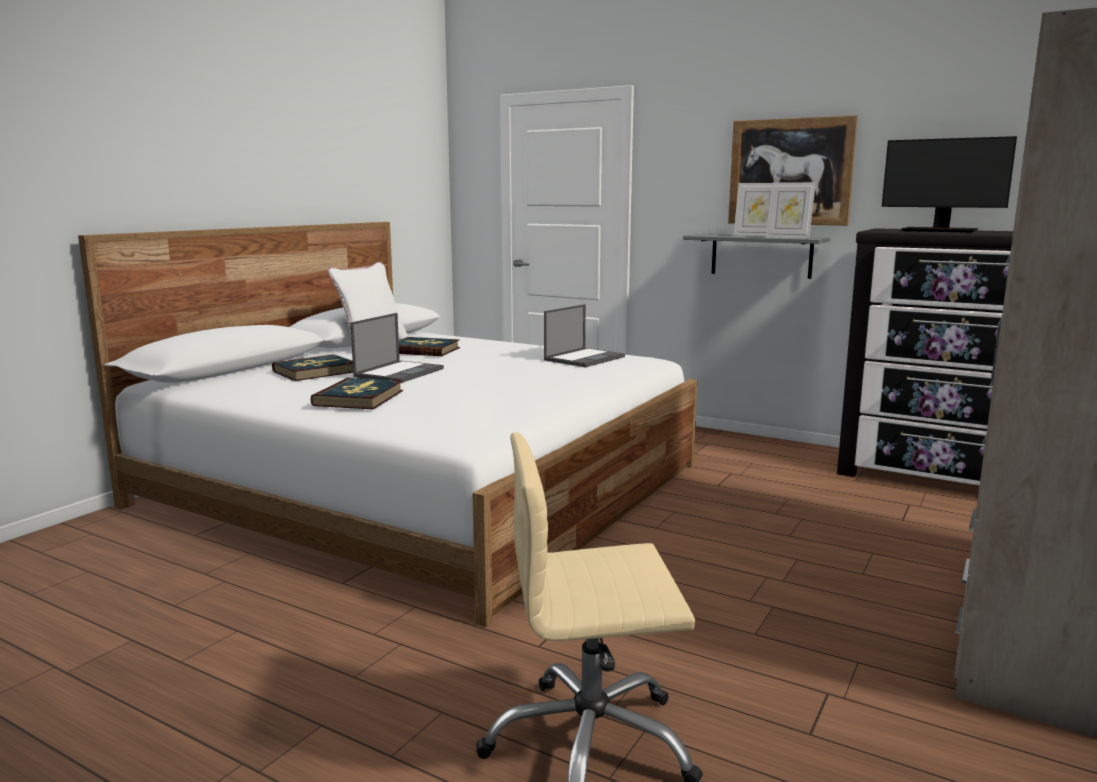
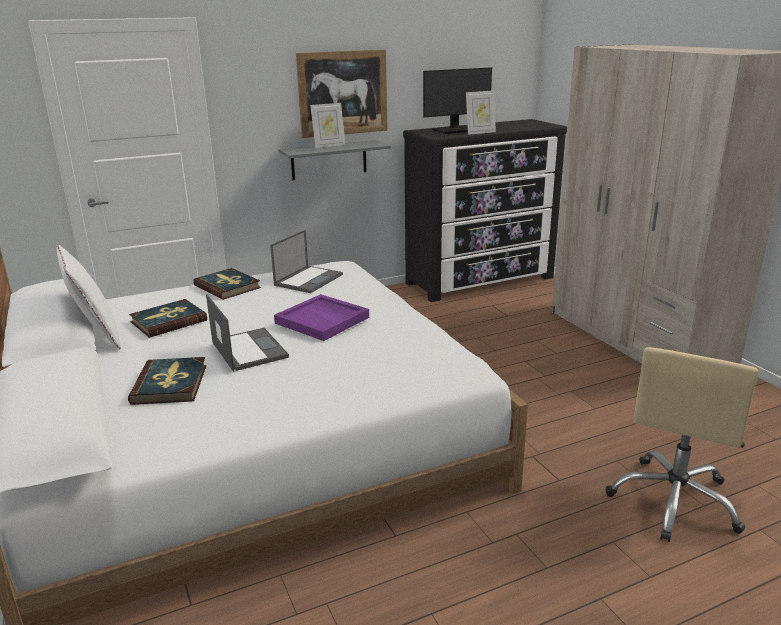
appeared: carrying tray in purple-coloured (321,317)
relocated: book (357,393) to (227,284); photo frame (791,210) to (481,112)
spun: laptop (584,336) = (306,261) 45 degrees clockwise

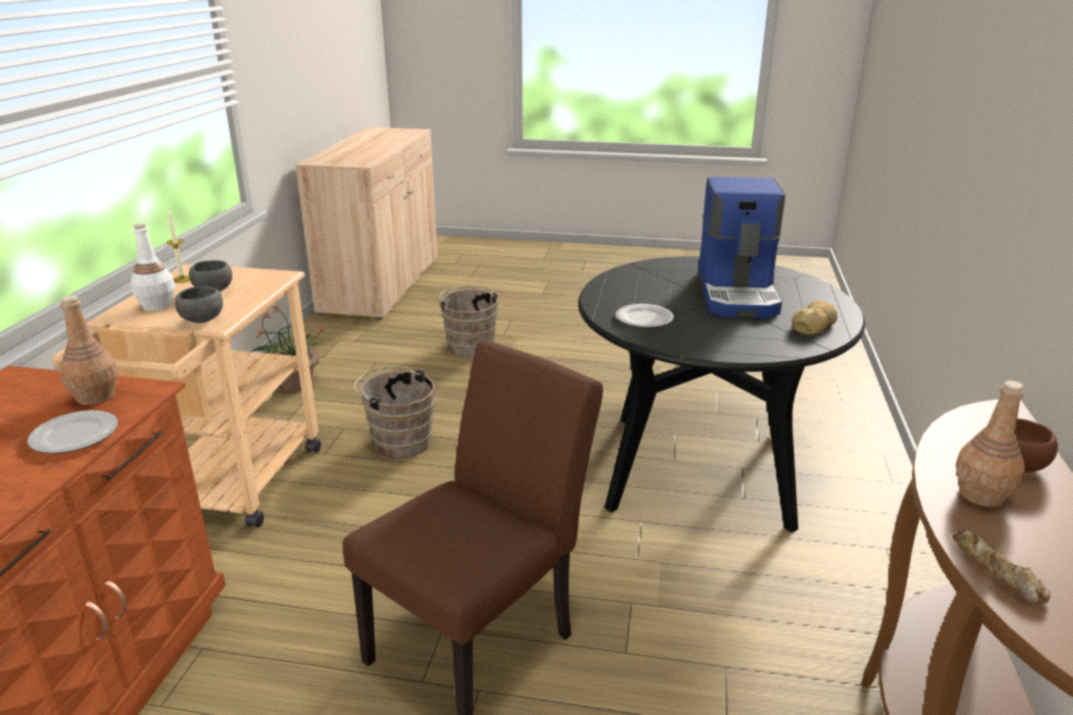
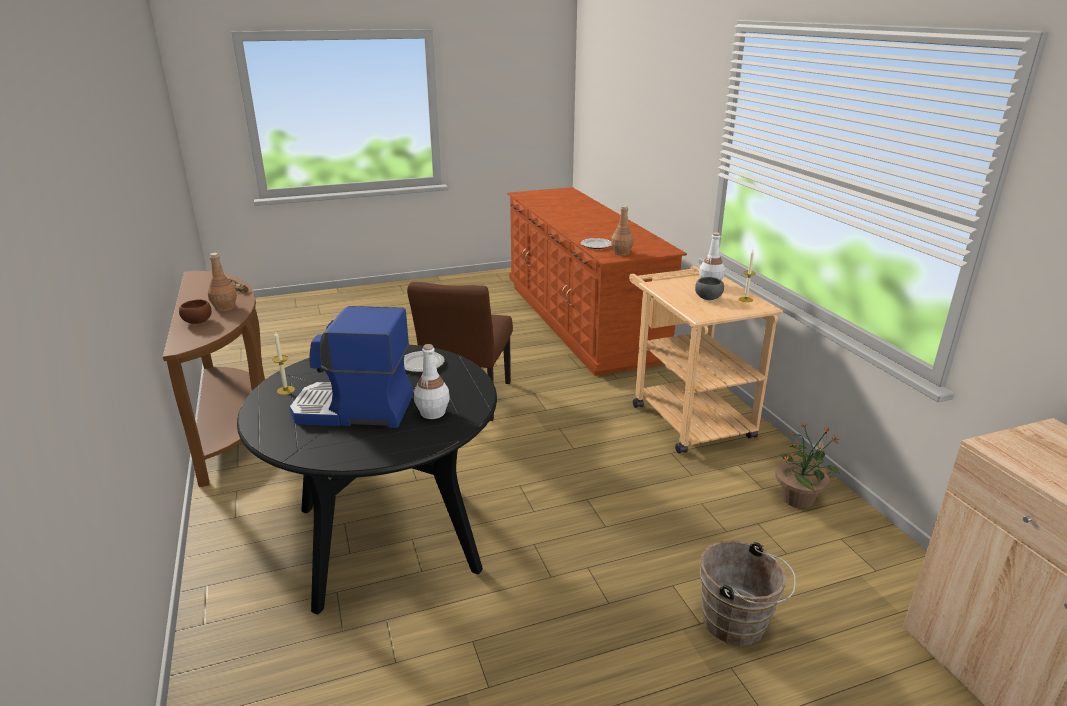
missing: bowl in gray (199,304); pail in brown (394,413)
appeared: beverage bottle in white (432,381)
exchanged: bakery bread (814,318) to wax light (283,363)
spun: coffee maker (741,247) = (351,367) 60 degrees counterclockwise

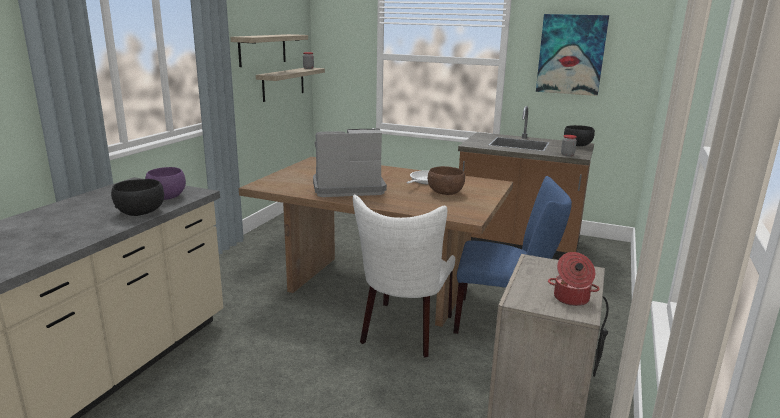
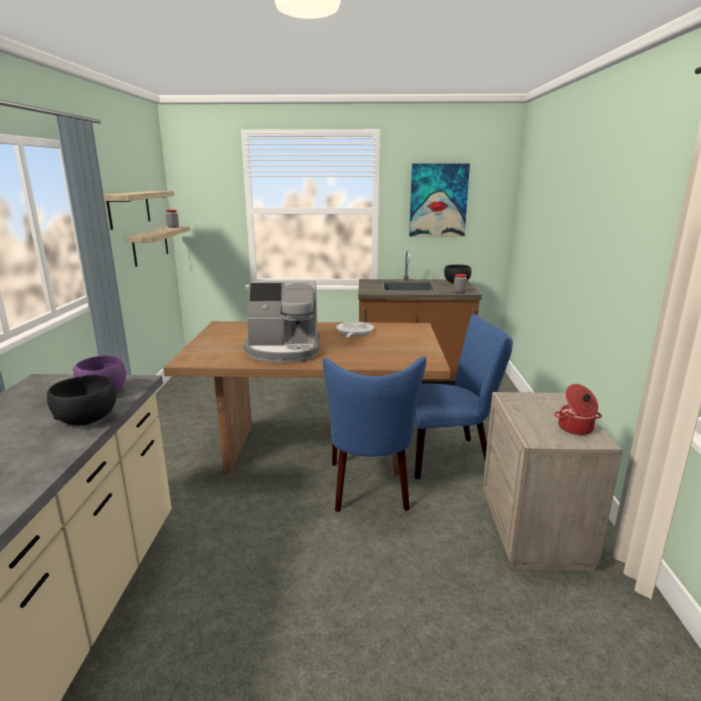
missing: bowl in brown (446,180)
colour: plain chair in white (404,276) to plain chair in bluish (374,434)
spun: coffee maker (350,163) = (282,321) 150 degrees counterclockwise

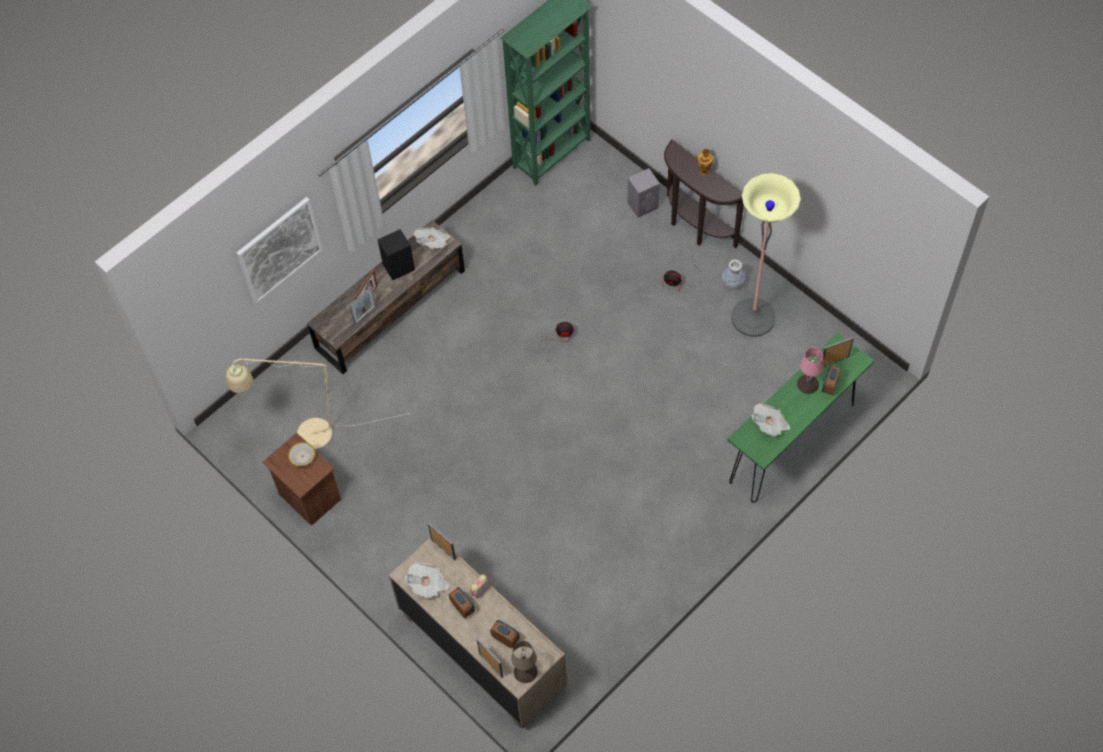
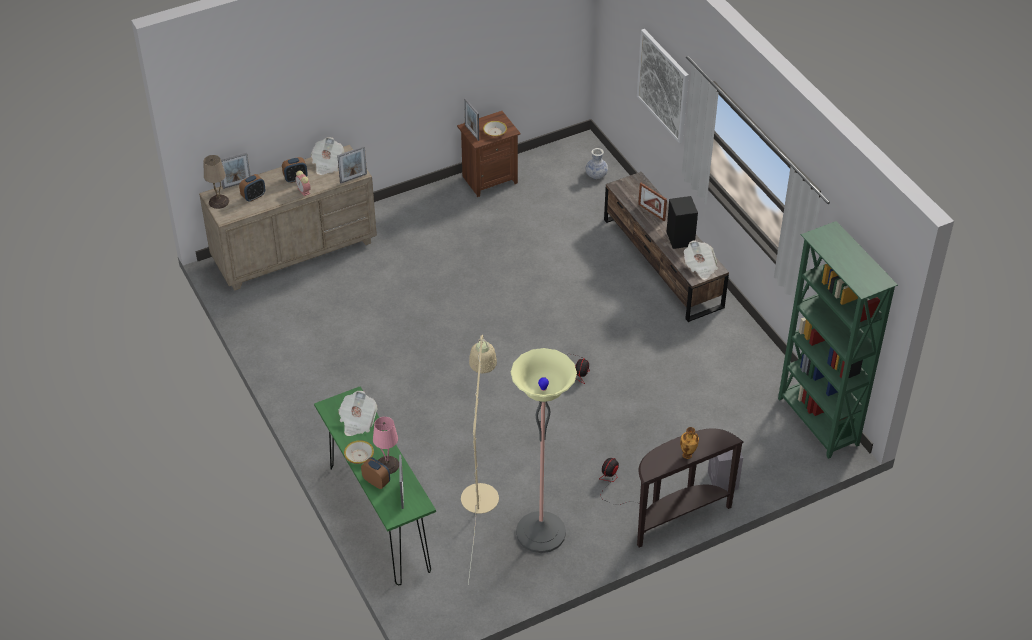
appeared: bowl (359,452)
relocated: standing lamp in beige-coloured (318,403) to (480,460); photo frame (362,305) to (471,119); vase (734,275) to (596,163)

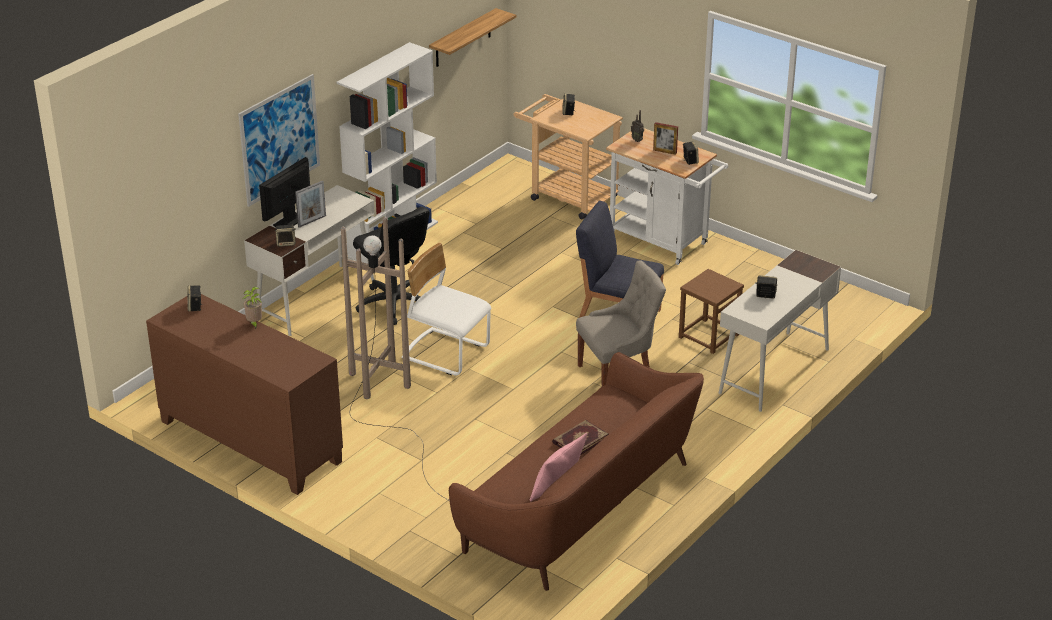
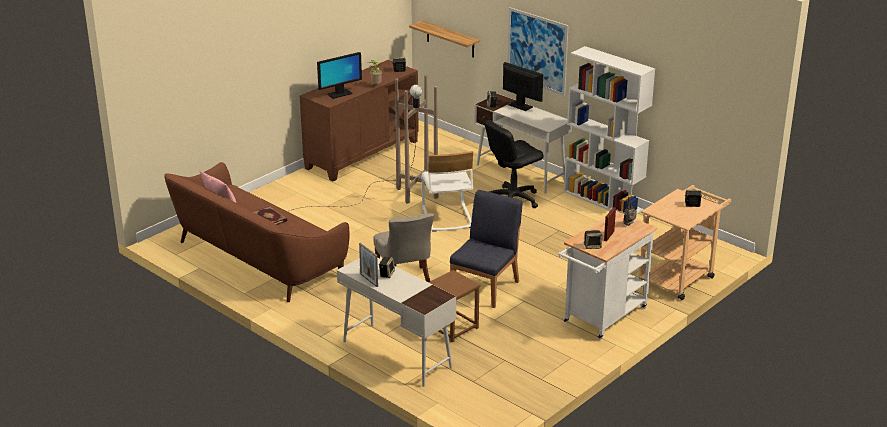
appeared: monitor (339,75)
relocated: photo frame (310,204) to (368,265); wall shelf (472,37) to (444,39)
spun: plain chair in white (446,309) = (447,191) 135 degrees clockwise

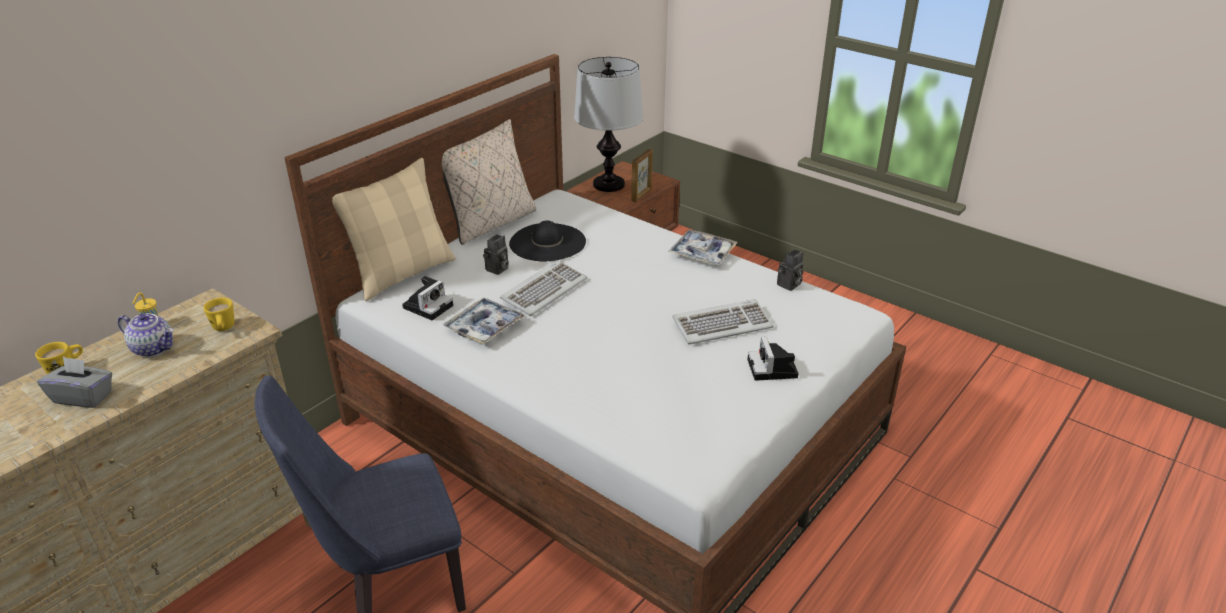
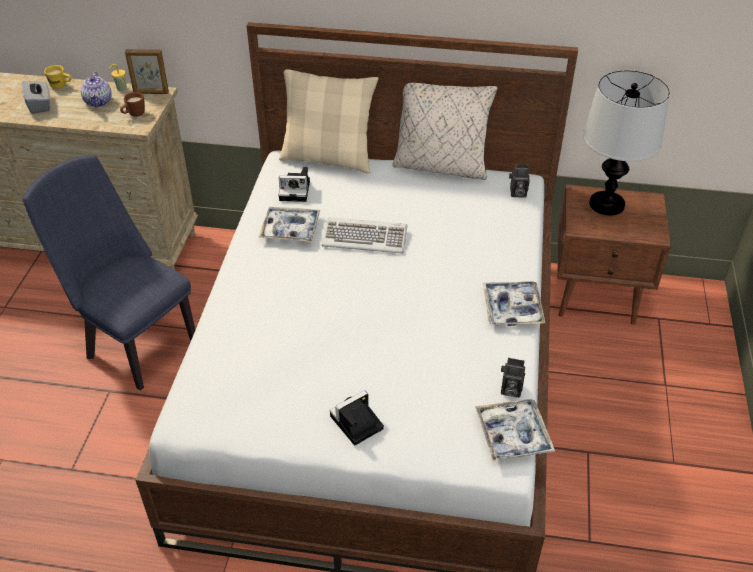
missing: hat in black-coloured (547,241); computer keyboard (723,321)
appeared: carrying tray (515,430)
relocated: photo frame (642,175) to (147,71); still camera (496,254) to (519,181)
colour: tea mug in yellowish (219,314) to tea mug in brown (132,104)

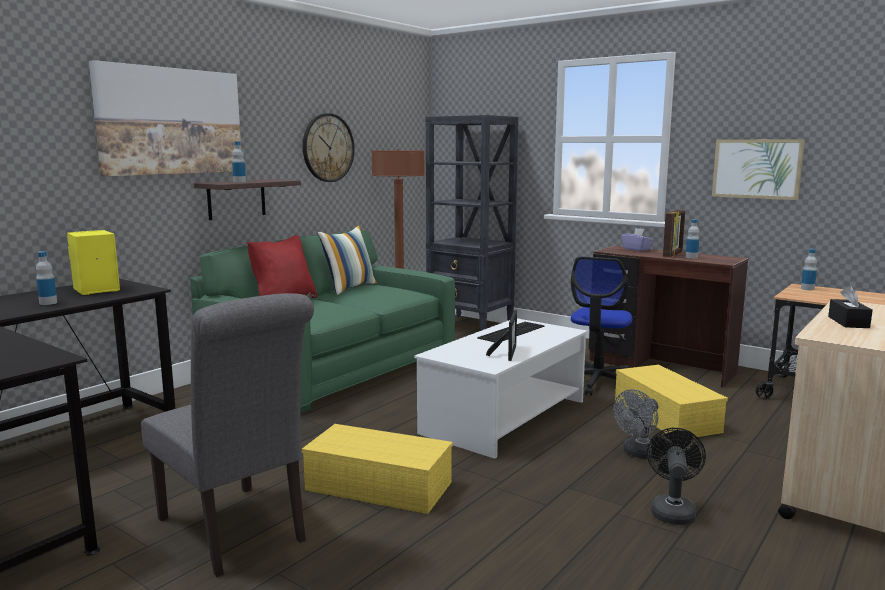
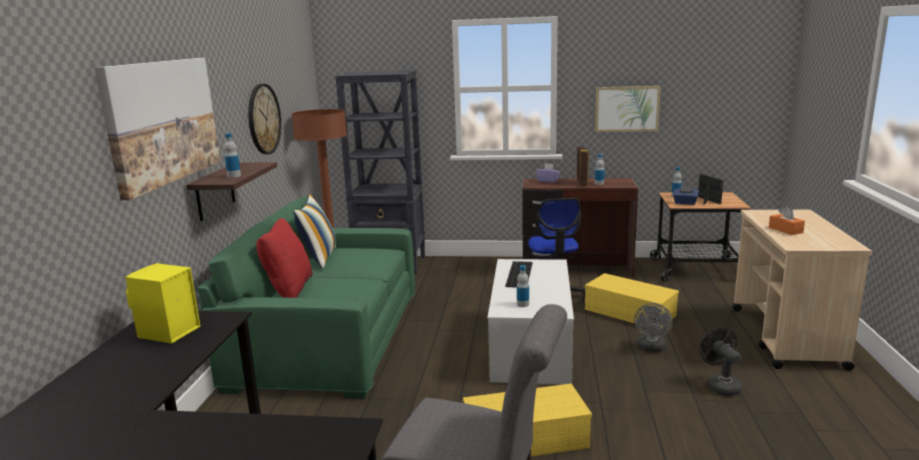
appeared: tissue box in bluish (686,195)
relocated: beverage bottle (46,278) to (523,286); photo frame (501,335) to (710,189)
colour: tissue box in black-coloured (850,307) to tissue box in orangey (787,220)

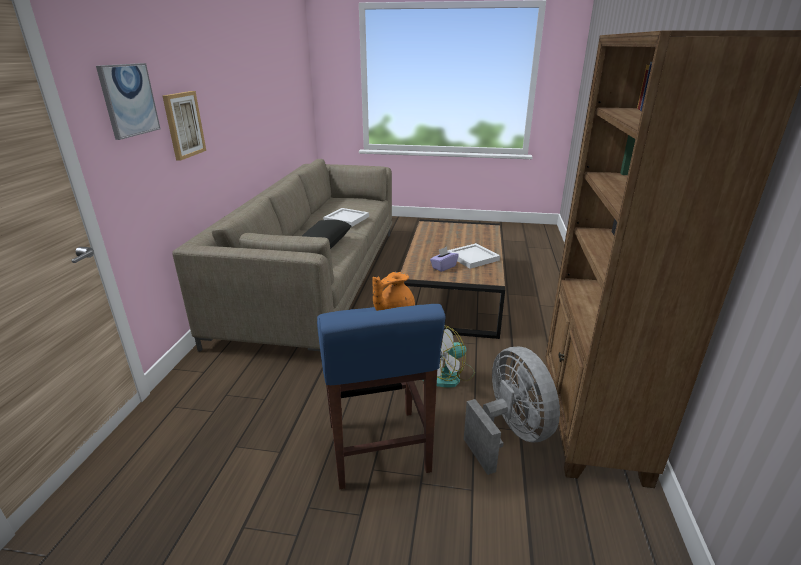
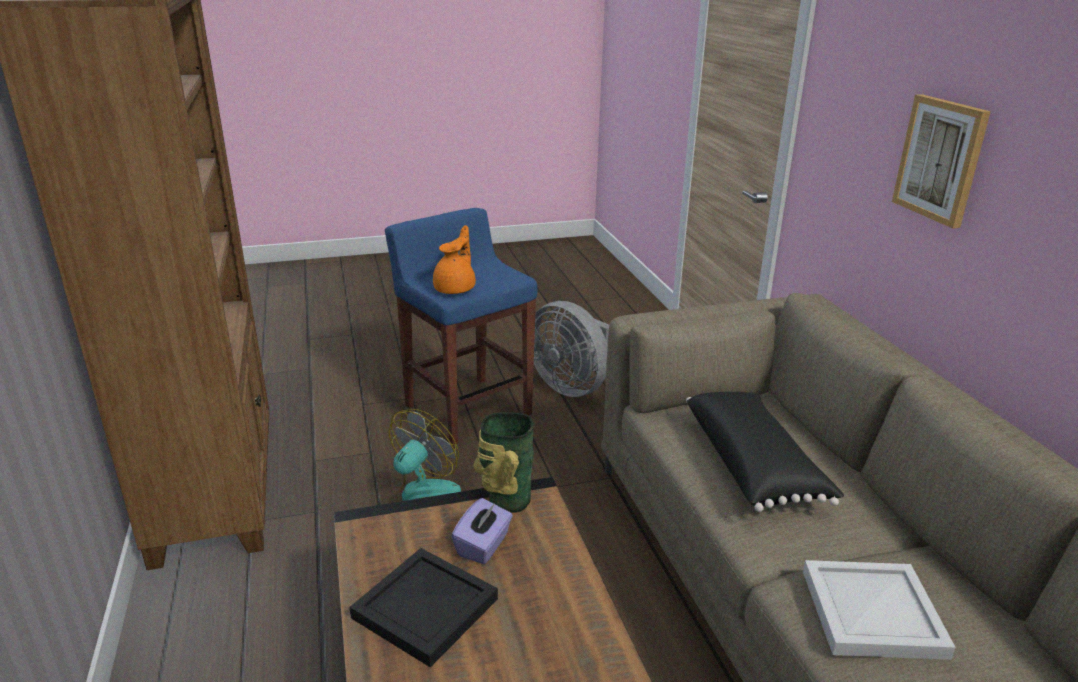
missing: wall art (128,101)
appeared: vase (503,462)
relocated: cooling fan in gray (512,411) to (571,349)
colour: carrying tray in white (473,256) to carrying tray in black-coloured (424,607)

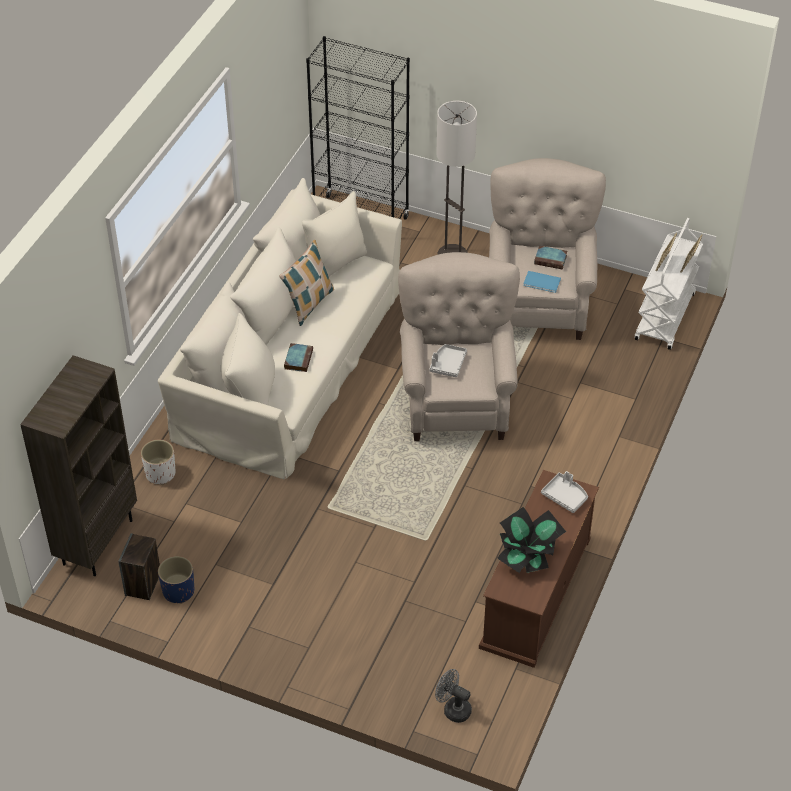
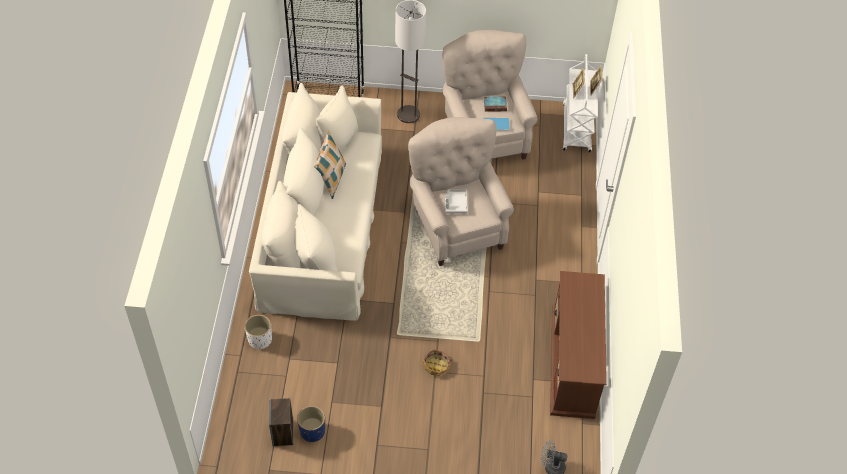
missing: shelving unit in brown (78,465); book (298,357); plant in a pot (531,540); carrying tray in gray (564,492)
appeared: basket (437,363)

